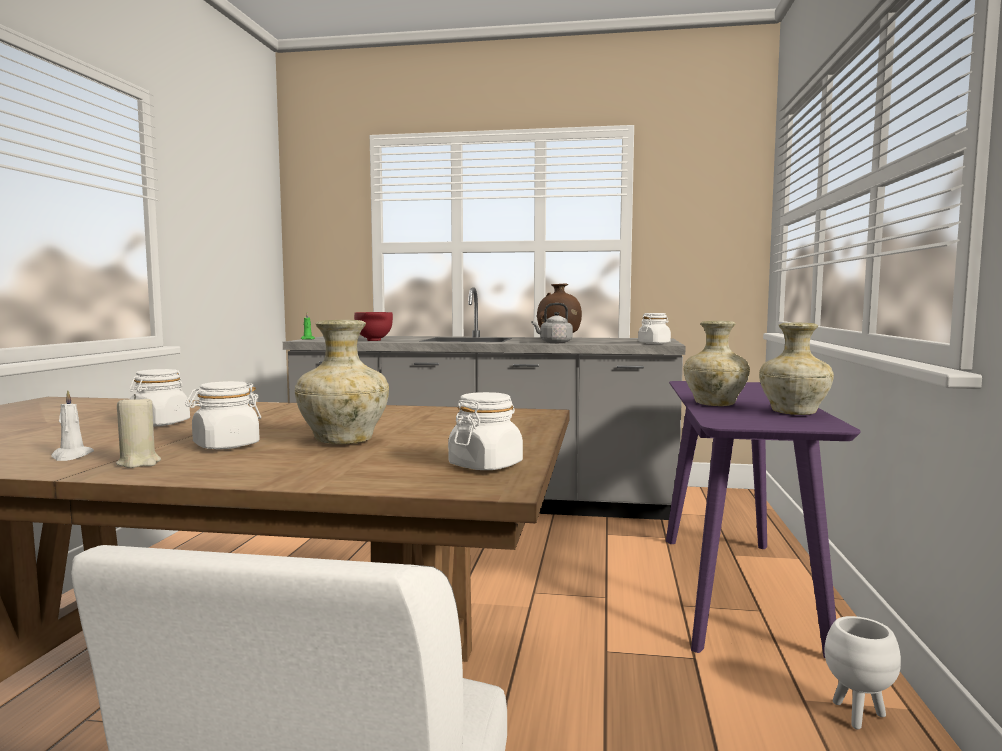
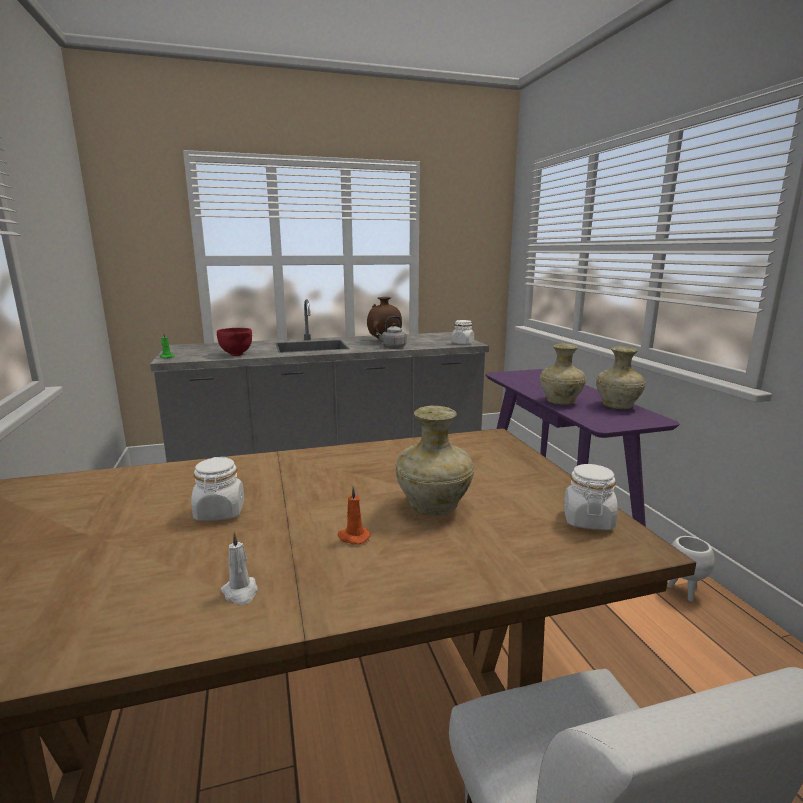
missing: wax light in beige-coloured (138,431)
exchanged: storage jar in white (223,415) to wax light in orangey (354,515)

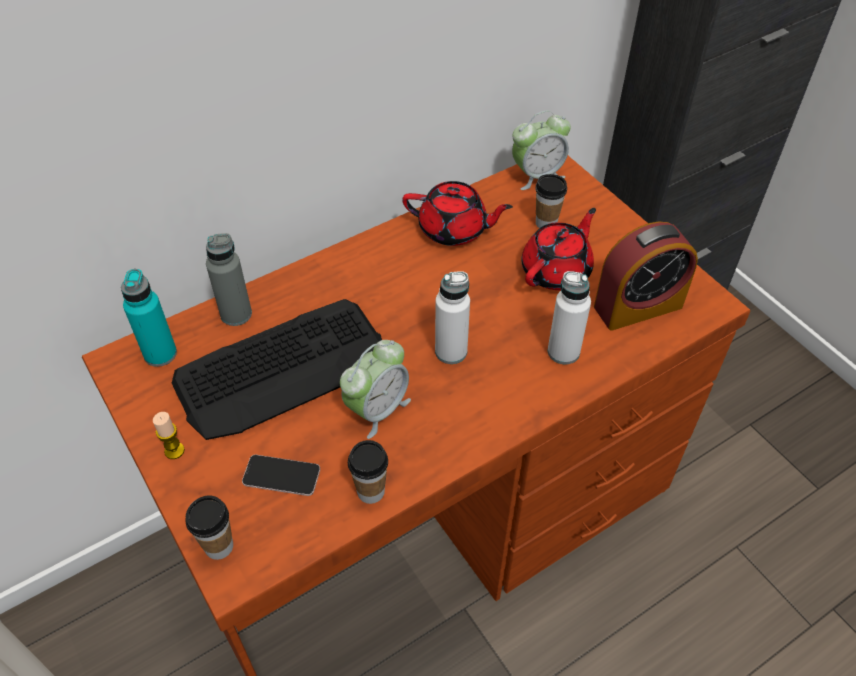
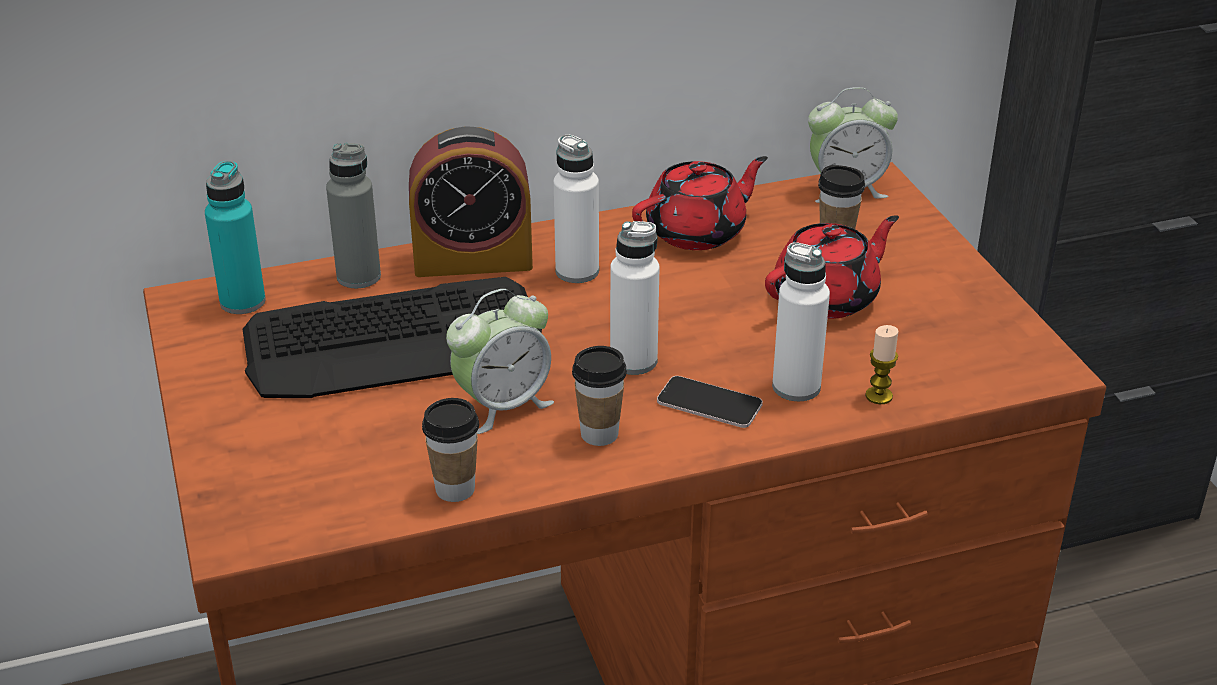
appeared: beverage bottle in white (576,208)
relocated: alarm clock (646,276) to (471,201); drinking cup (209,528) to (599,396); phone (281,475) to (710,402); wax light (169,435) to (881,364)
spun: teapot in red-coloured (457,213) = (700,203) 60 degrees counterclockwise

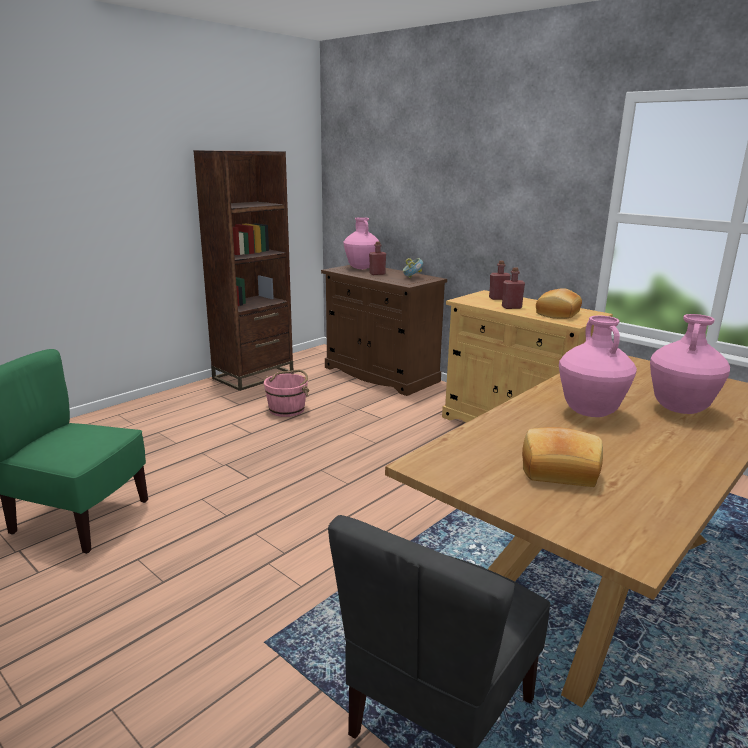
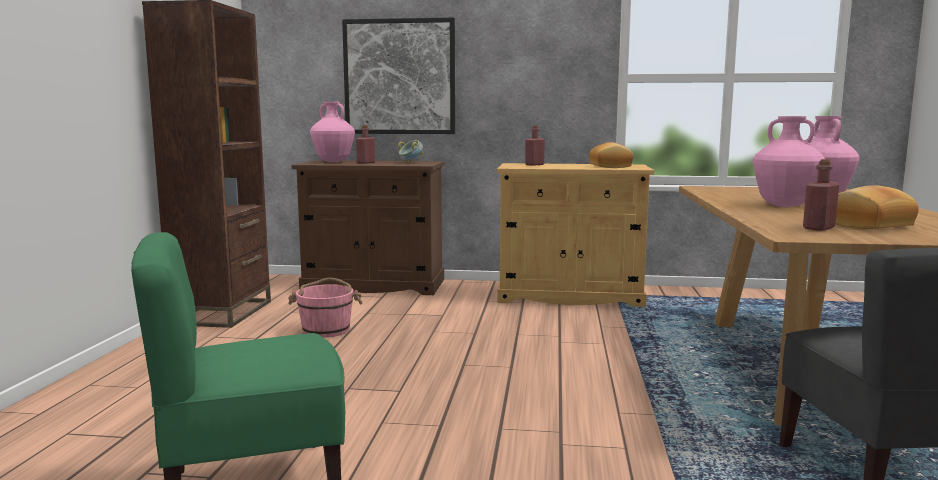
appeared: wall art (398,75)
relocated: beverage bottle in red-coloured (513,288) to (821,195)

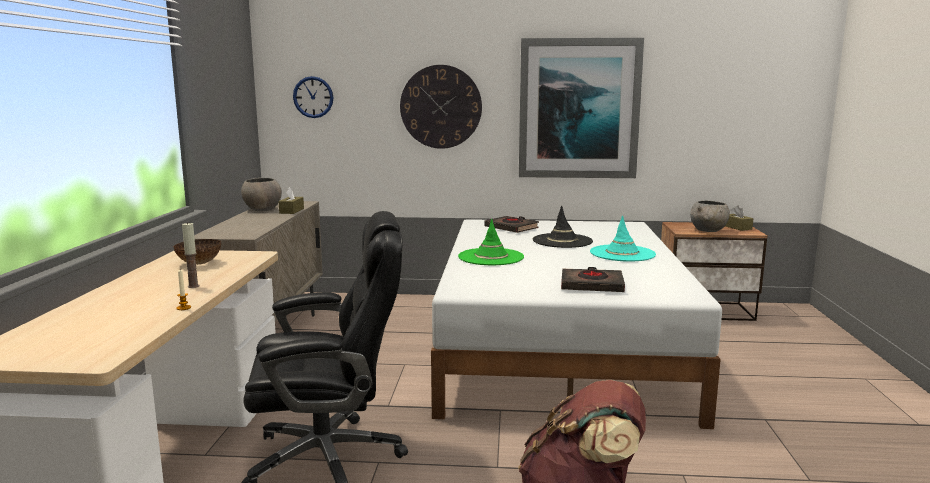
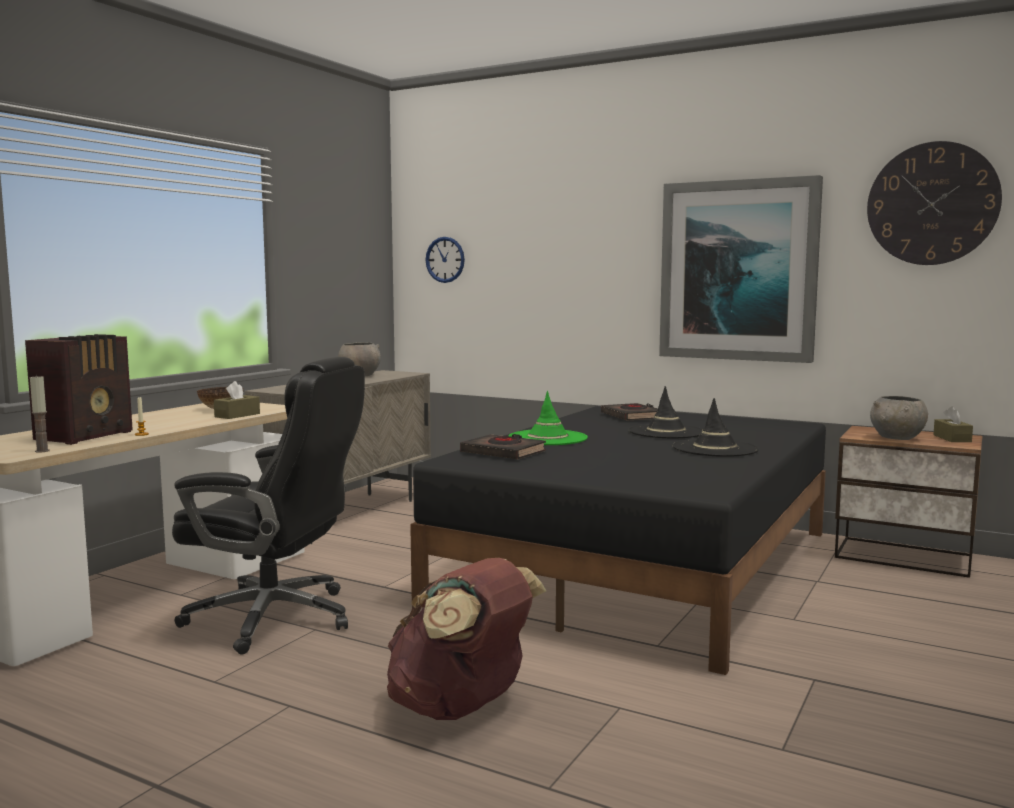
appeared: radio set (79,389)
relocated: wax light (190,255) to (40,414); tissue box in brown (291,200) to (237,400); book in black-coloured (593,279) to (503,446); wall clock (441,107) to (934,203)
colour: bed in white (576,324) to bed in black-coloured (618,540); hat in turquoise (623,238) to hat in black-coloured (715,427)

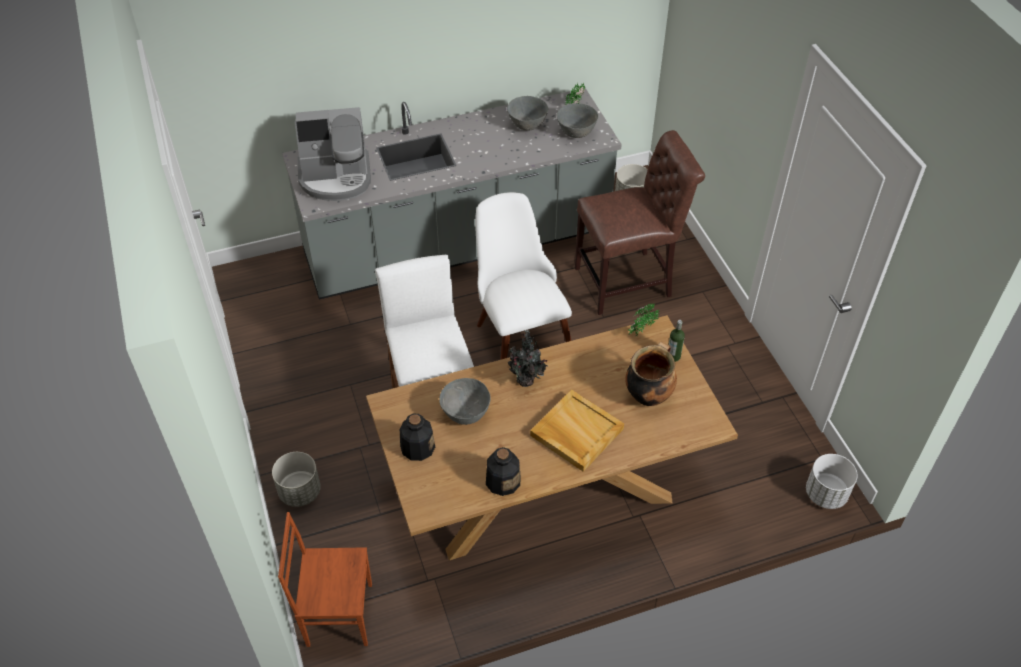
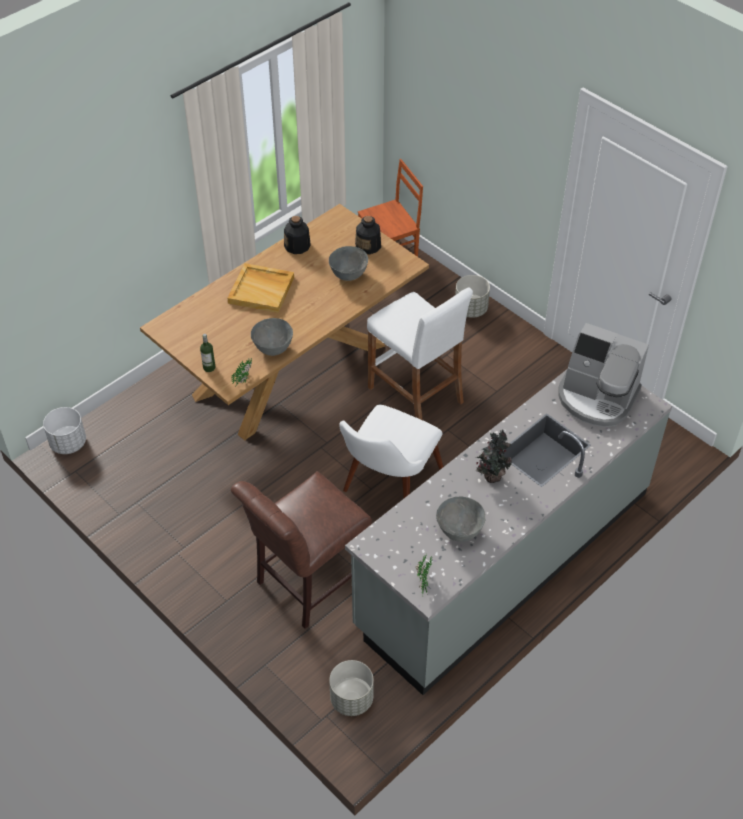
missing: saucepot (651,374)
relocated: bowl in gray (577,120) to (272,337); plant in a pot (528,358) to (494,456)
spun: plain chair in white (523,276) = (391,451) 75 degrees clockwise; coffee maker (333,154) = (604,375) 120 degrees counterclockwise

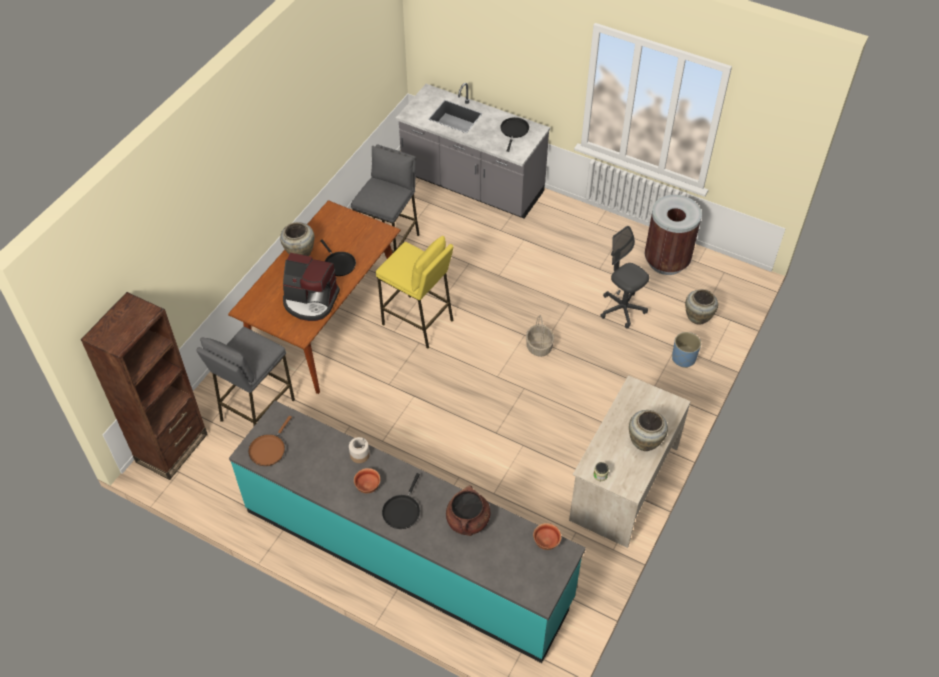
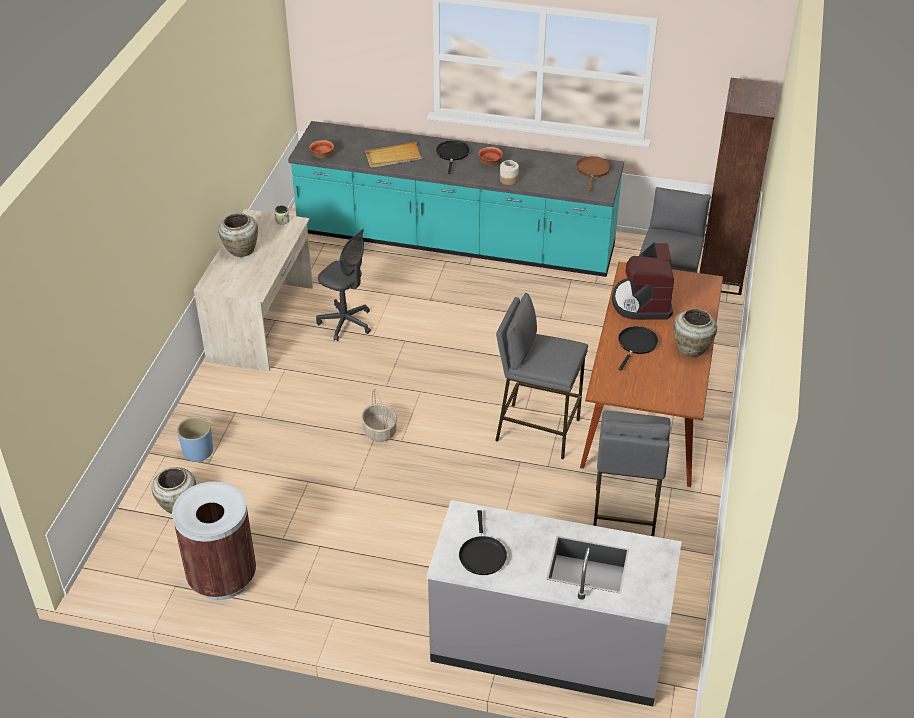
relocated: desk chair in gray (624,277) to (343,285)
exchanged: saucepot in brown (468,510) to carrying tray in beige-coloured (394,155)
colour: stool seat in yellowish (415,292) to stool seat in gray (541,376)
spun: coffee maker (311,287) = (643,281) 90 degrees counterclockwise; skillet in black-coloured (338,257) = (638,348) 75 degrees clockwise

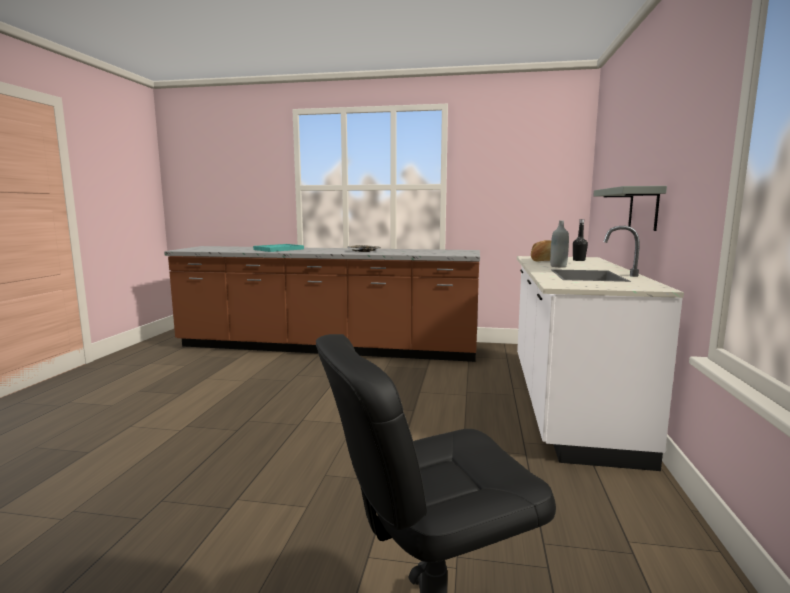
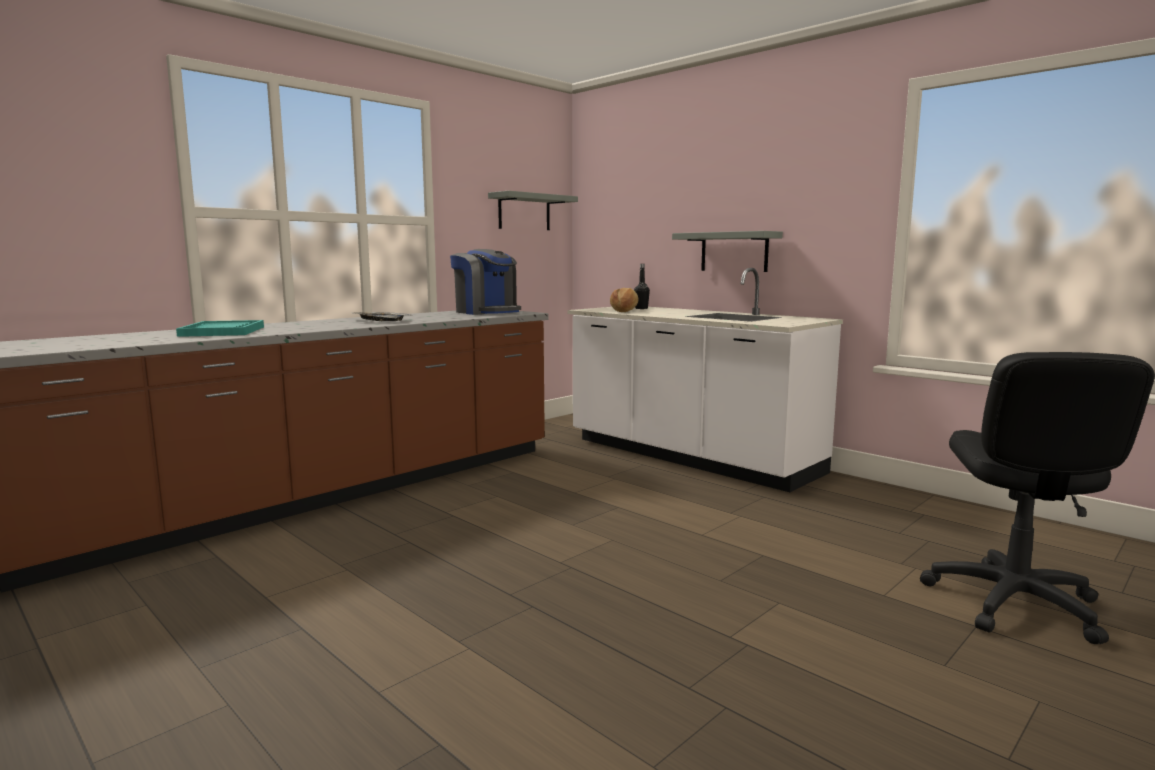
missing: beverage bottle in gray (559,243)
appeared: coffee maker (485,282); wall shelf in gray (533,210)

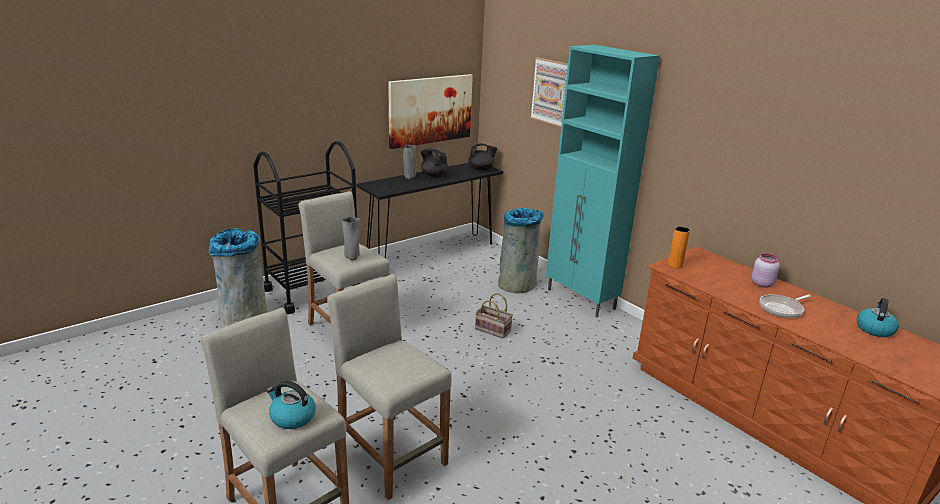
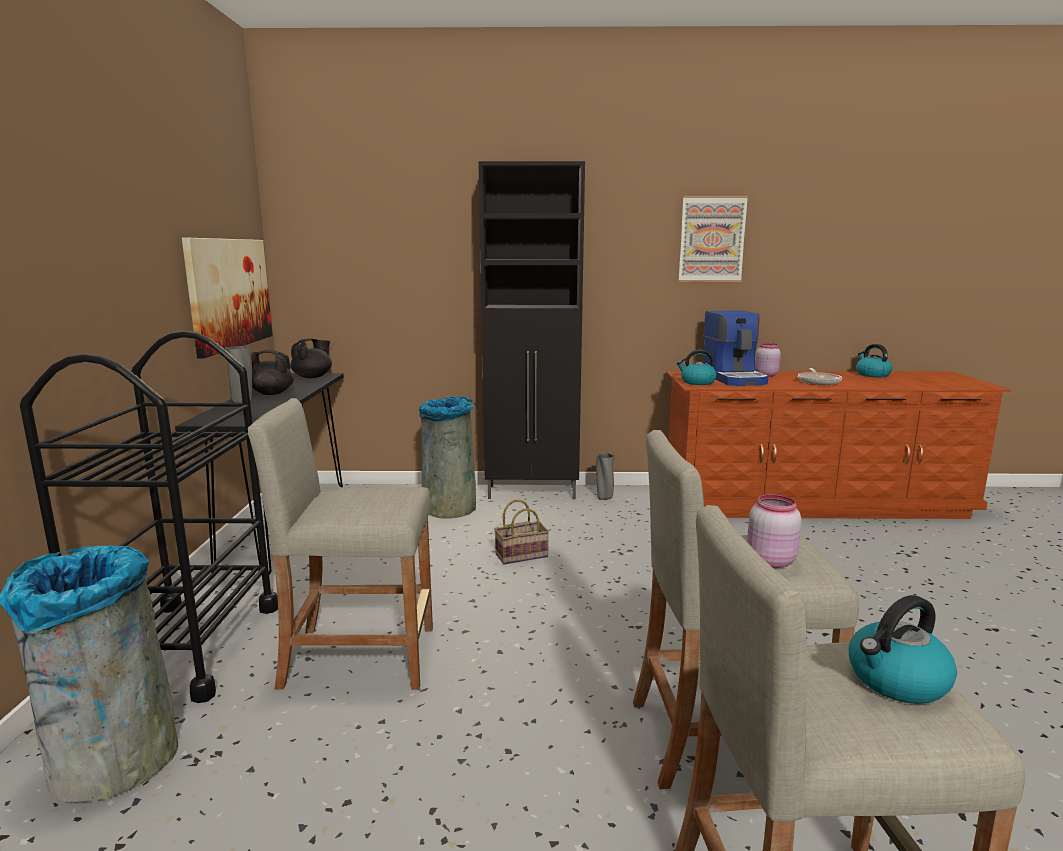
appeared: coffee maker (736,348); storage jar in pinkish (774,531)
relocated: vase in gray (350,238) to (605,476); wall art (549,92) to (713,239)
exchanged: vase in orangey (679,247) to kettle (697,367)
colour: cupboard in turquoise (603,181) to cupboard in black-coloured (531,330)

